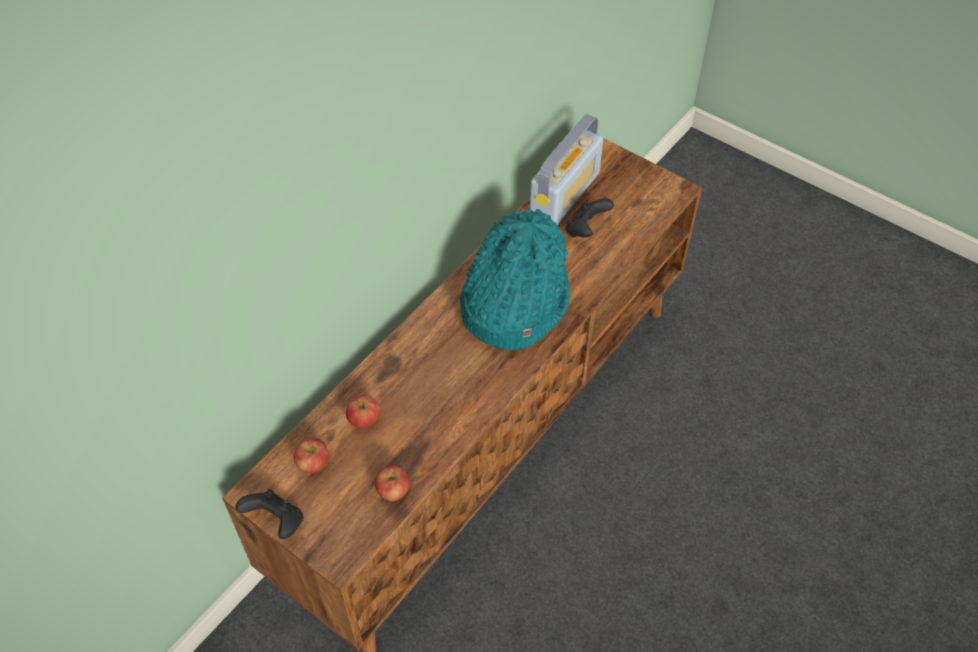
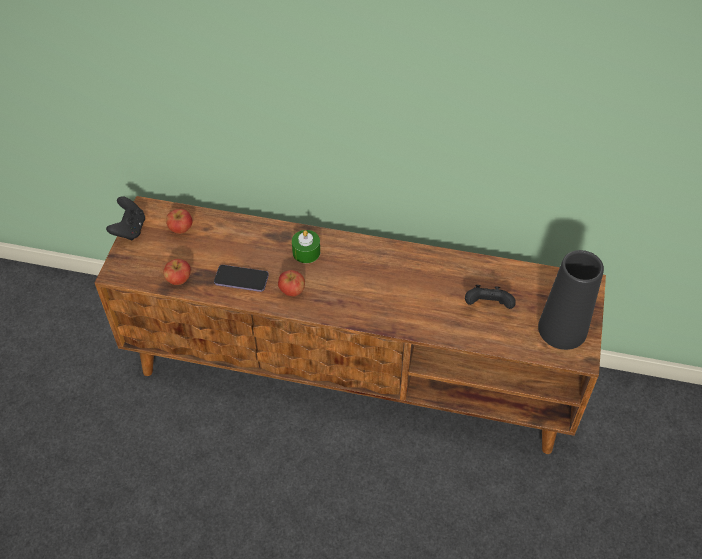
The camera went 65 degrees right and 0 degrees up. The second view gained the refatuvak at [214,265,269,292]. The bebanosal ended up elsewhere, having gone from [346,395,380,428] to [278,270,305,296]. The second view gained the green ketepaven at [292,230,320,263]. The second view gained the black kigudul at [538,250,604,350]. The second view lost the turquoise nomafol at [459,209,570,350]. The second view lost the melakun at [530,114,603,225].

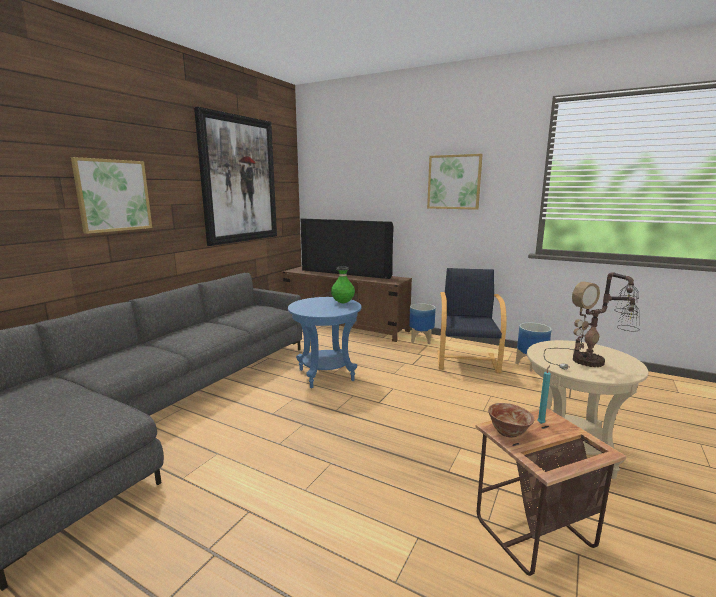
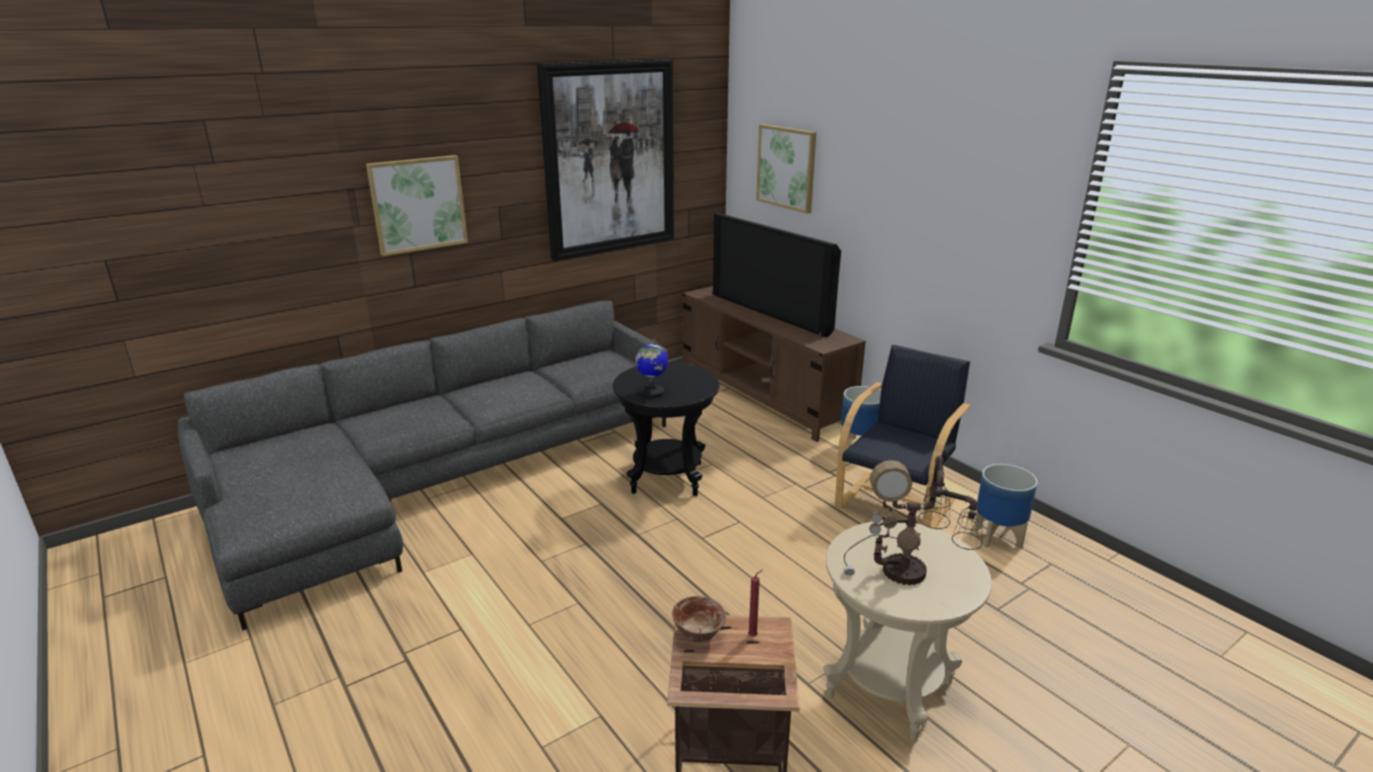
The camera went 25 degrees right and 10 degrees up. What was the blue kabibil at [288,297,361,388] turned into the black kabibil at [613,362,720,496]. The second view gained the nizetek at [635,339,668,398]. What was the turquoise ketepaven at [537,365,551,424] turned into the red ketepaven at [748,570,763,637]. The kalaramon ended up elsewhere, having gone from [427,154,483,210] to [756,124,816,214]. The second view lost the green kigudul at [331,267,355,303].

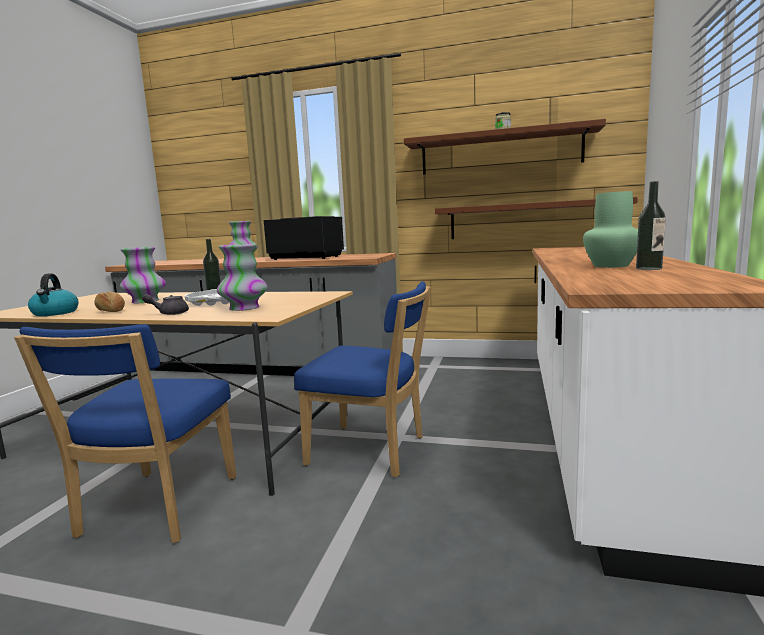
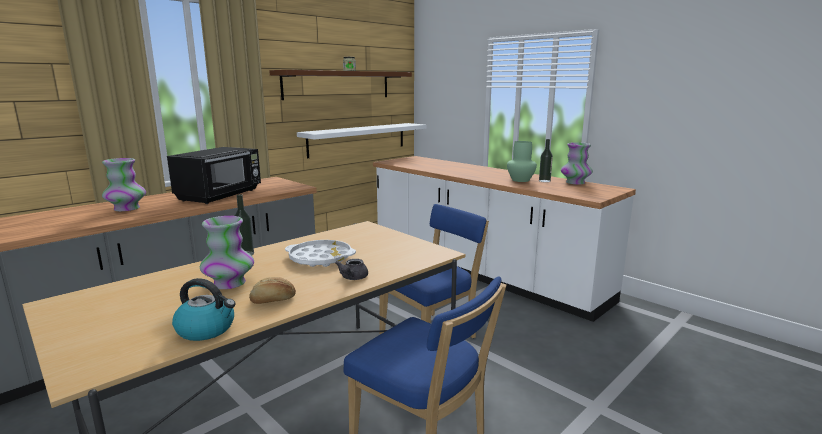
The camera went 60 degrees left and 5 degrees up. The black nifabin at [264,216,344,260] ended up facing another way, 150 degrees clockwise from before. What was the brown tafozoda at [435,197,638,239] turned into the white tafozoda at [297,123,427,158]. The kigudul ended up elsewhere, having gone from [217,243,268,311] to [561,142,593,185].

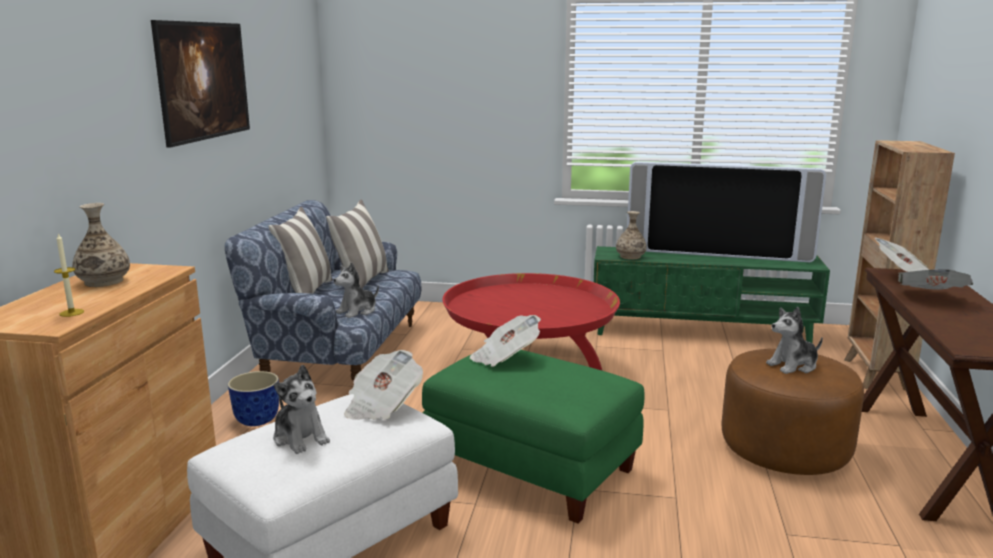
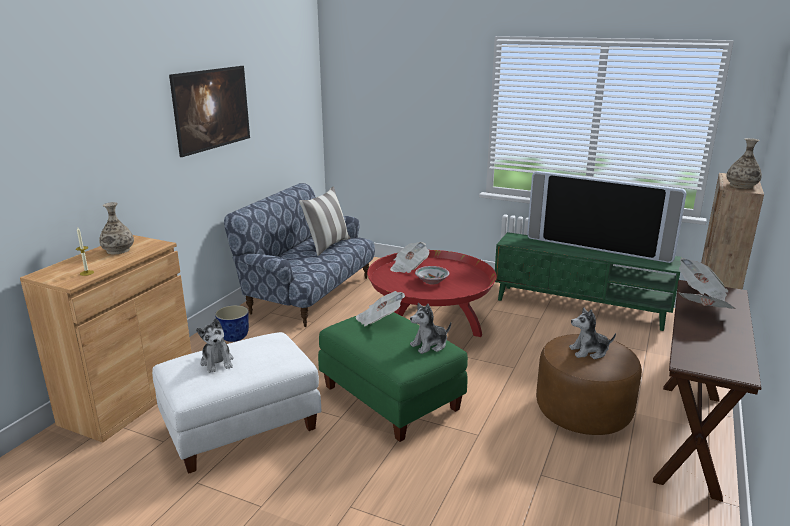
The camera went 15 degrees right and 5 degrees up. The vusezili ended up elsewhere, having gone from [344,350,423,420] to [390,242,429,273]. The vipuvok ended up elsewhere, having gone from [334,262,379,318] to [410,303,451,354]. The second view gained the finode at [415,266,449,284]. The kigudul ended up elsewhere, having gone from [616,211,647,259] to [726,138,762,189]. The second view lost the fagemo at [269,207,332,294].

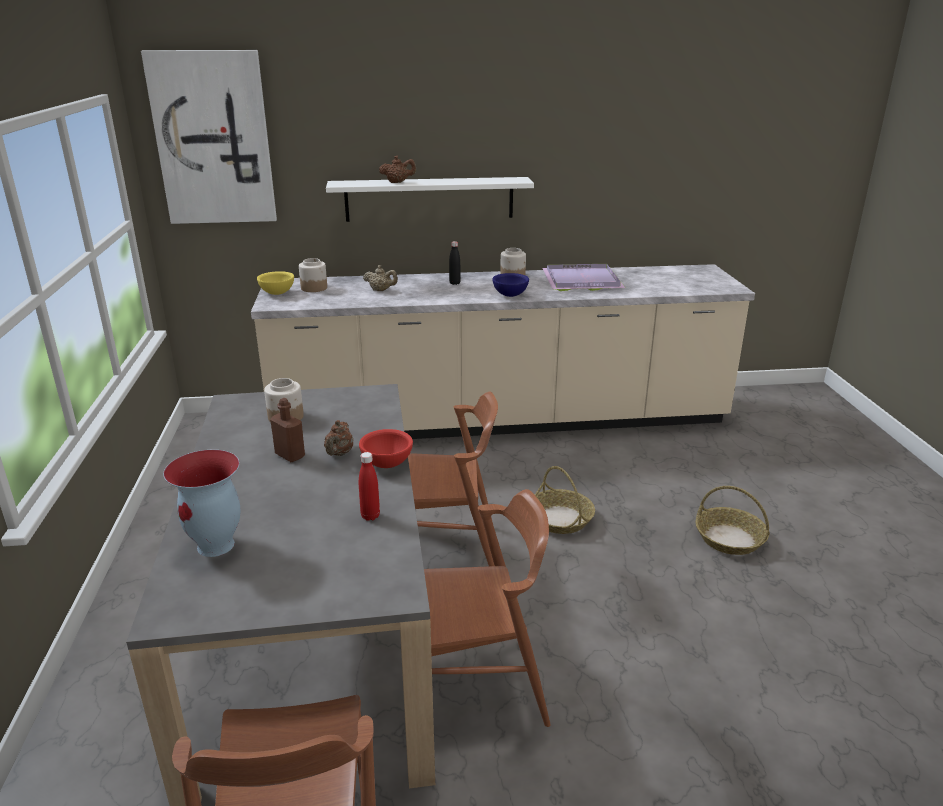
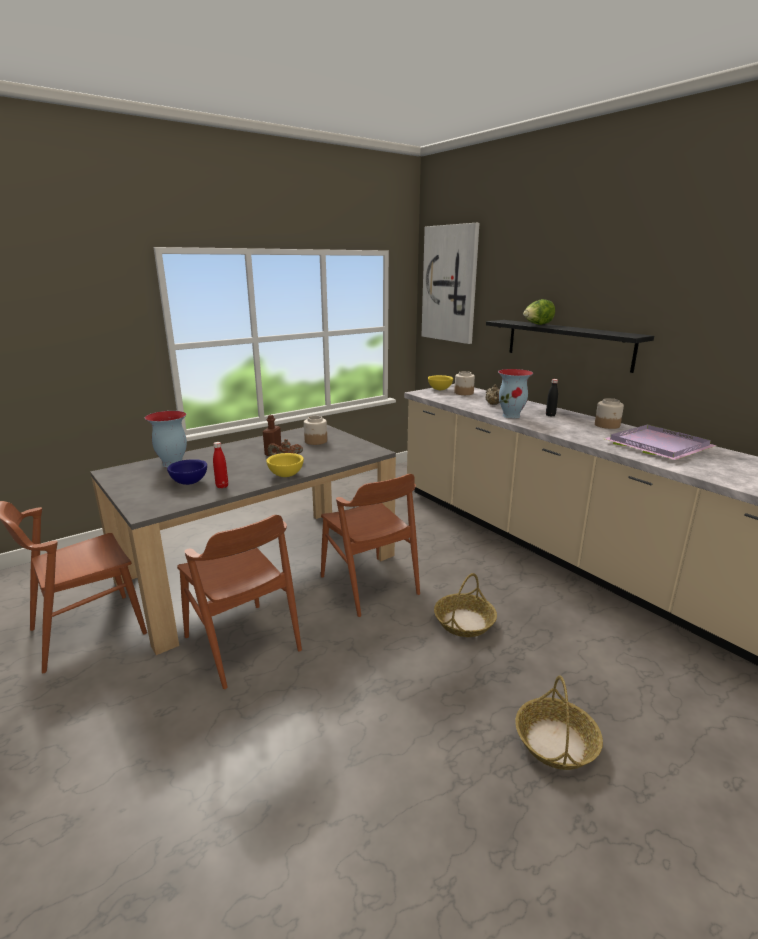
The camera went 60 degrees right and 5 degrees down. The blue finode ended up elsewhere, having gone from [492,273,529,297] to [167,459,207,485]. What was the red finode at [359,429,413,468] turned into the yellow finode at [266,453,304,477]. What was the white tafozoda at [326,177,534,222] turned into the black tafozoda at [486,320,654,373]. The second view gained the kigudul at [498,369,533,419]. Where the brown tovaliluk stood at [379,156,416,183], the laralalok came to stand at [523,299,555,325].

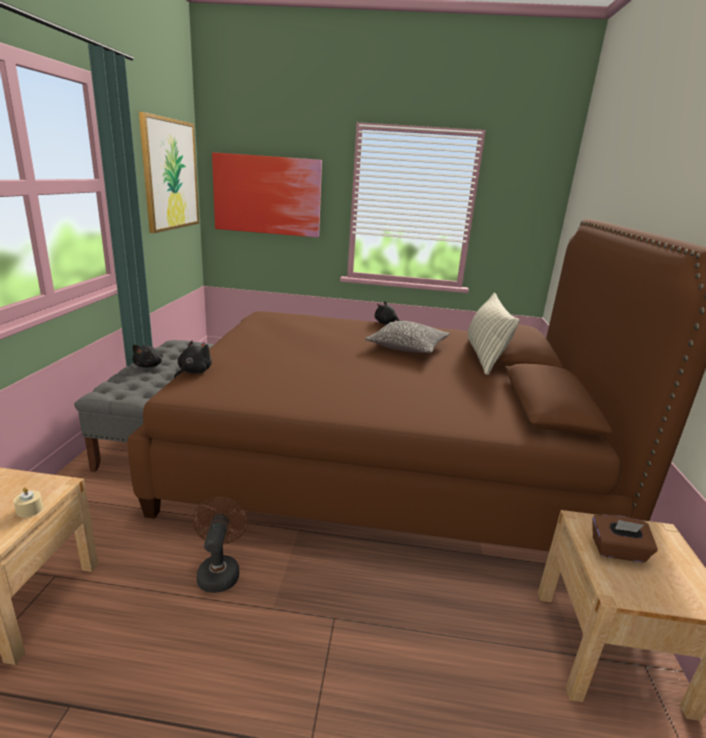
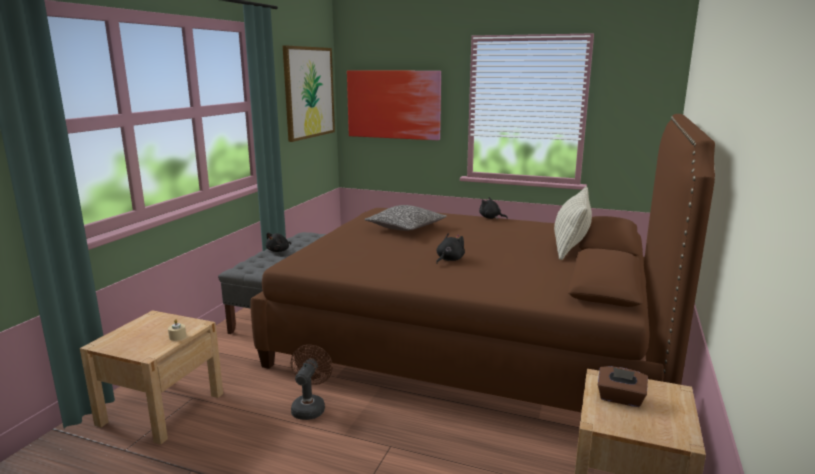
The camera went 15 degrees right and 5 degrees down. The fagemo ended up elsewhere, having gone from [365,321,450,353] to [365,205,447,231]. The black vipuvok ended up elsewhere, having gone from [174,341,212,379] to [436,233,465,264].

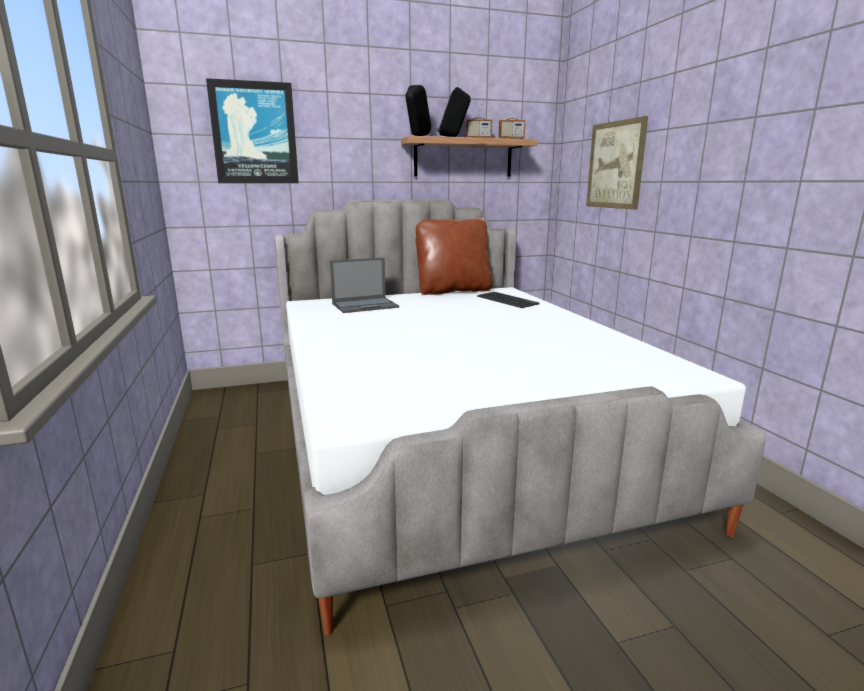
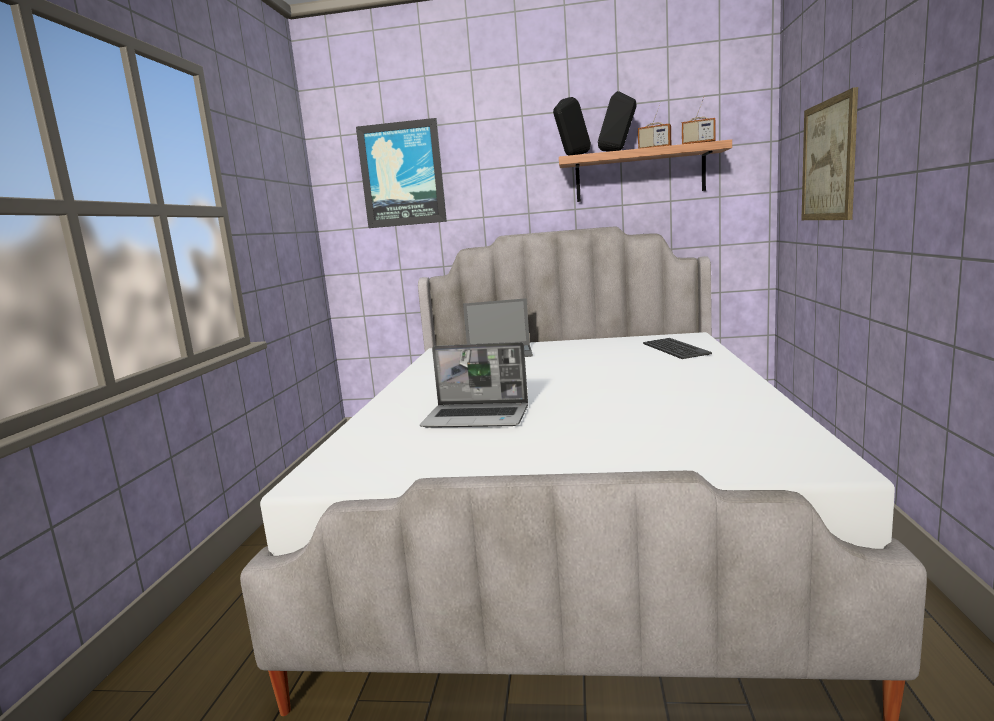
The camera went 25 degrees right and 5 degrees down. The second view gained the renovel at [420,342,528,428]. The second view lost the brown fagemo at [416,218,492,295].

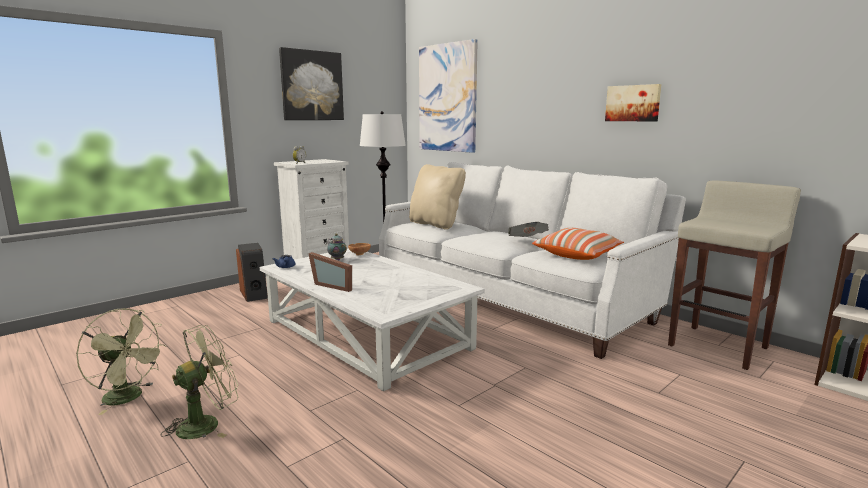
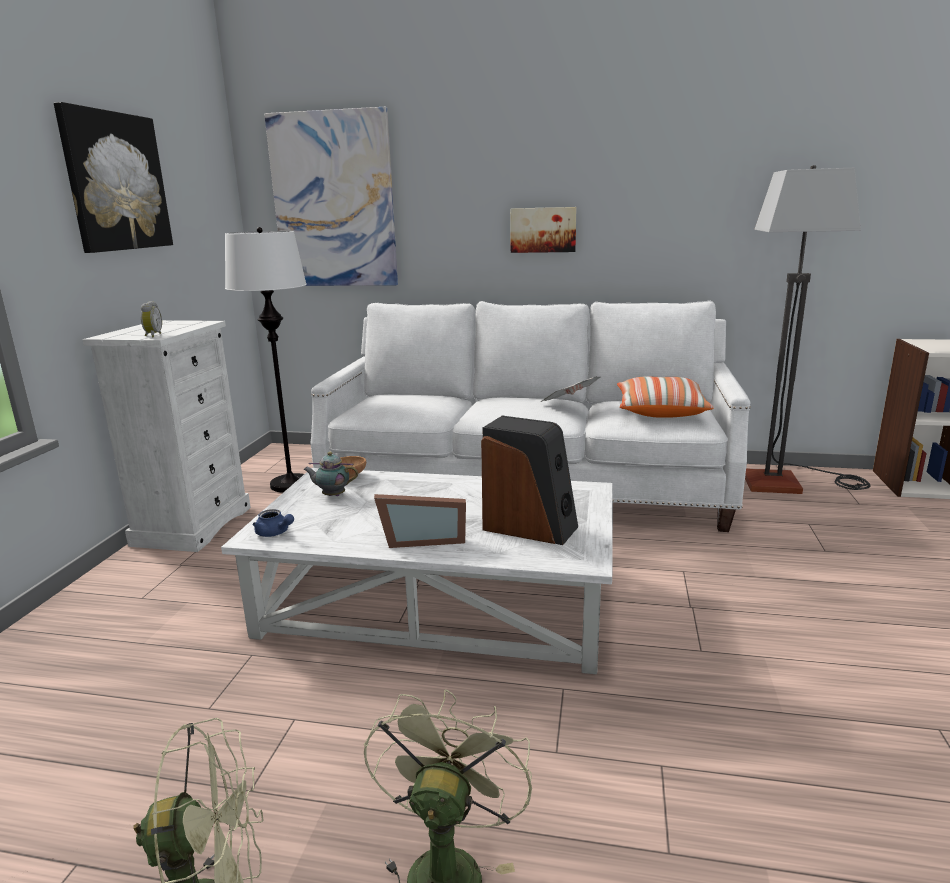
The camera went 35 degrees left and 5 degrees up. The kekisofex ended up elsewhere, having gone from [236,243,268,302] to [481,416,578,545]. The kalaramon ended up elsewhere, having gone from [605,84,662,121] to [510,207,577,253]. Where the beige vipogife stood at [668,180,801,370], the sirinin came to stand at [745,165,871,494]. The second view lost the beige fagemo at [409,164,466,230].

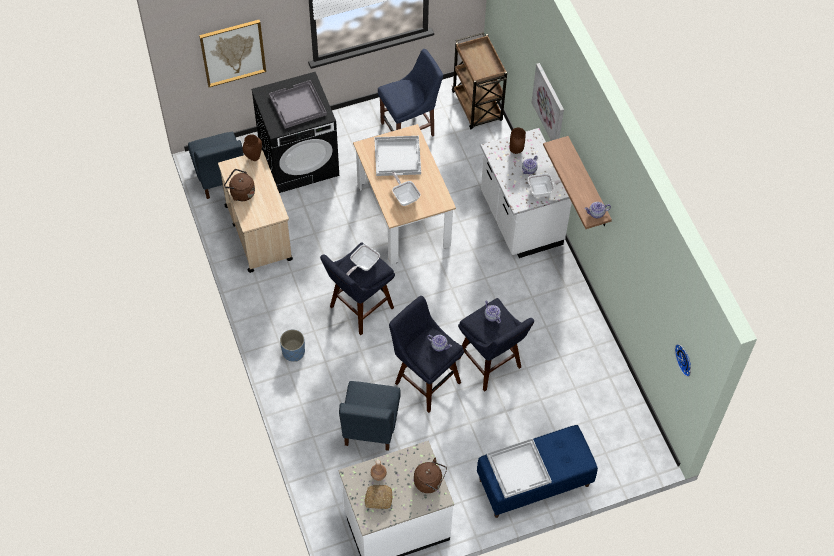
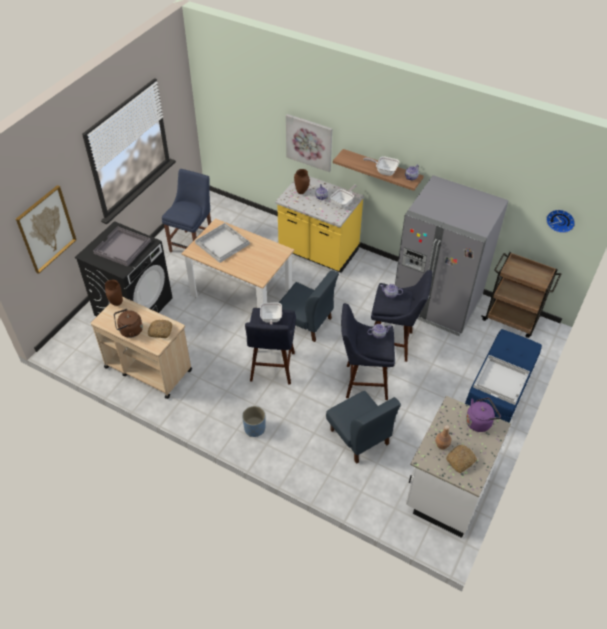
The camera went 40 degrees left and 10 degrees down. The second view gained the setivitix at [148,320,172,338]. What was the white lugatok at [481,128,572,258] turned into the yellow lugatok at [275,176,364,273]. The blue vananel ended up elsewhere, having gone from [188,132,243,199] to [279,270,339,342]. The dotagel ended up elsewhere, having gone from [392,172,420,206] to [363,156,399,176]. The second view gained the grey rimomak at [395,175,509,336]. What was the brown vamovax at [414,458,447,493] turned into the purple vamovax at [466,398,501,432]. The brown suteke ended up elsewhere, having gone from [452,32,507,129] to [481,252,561,338].

